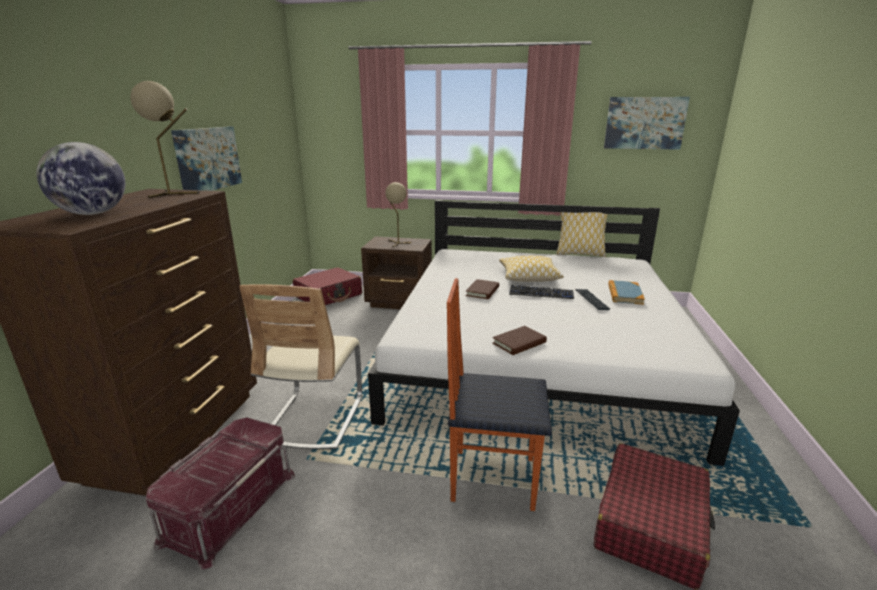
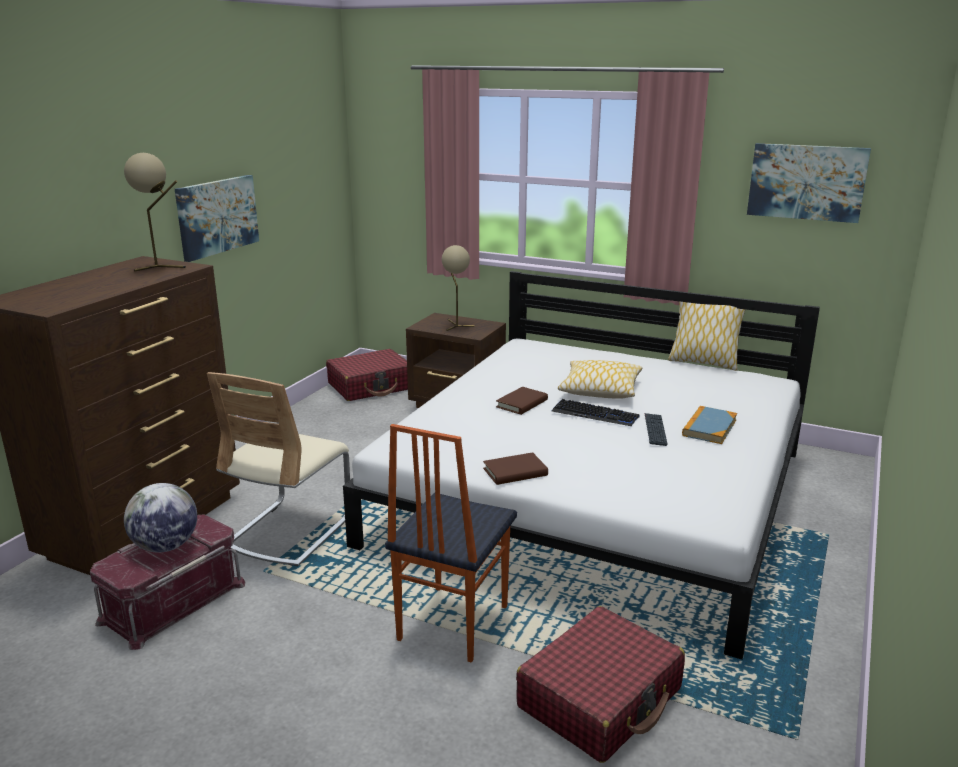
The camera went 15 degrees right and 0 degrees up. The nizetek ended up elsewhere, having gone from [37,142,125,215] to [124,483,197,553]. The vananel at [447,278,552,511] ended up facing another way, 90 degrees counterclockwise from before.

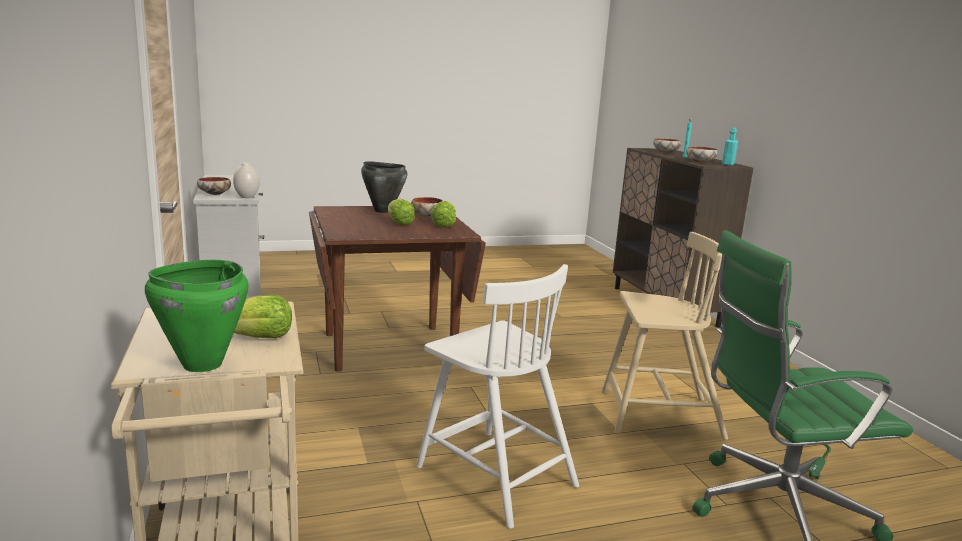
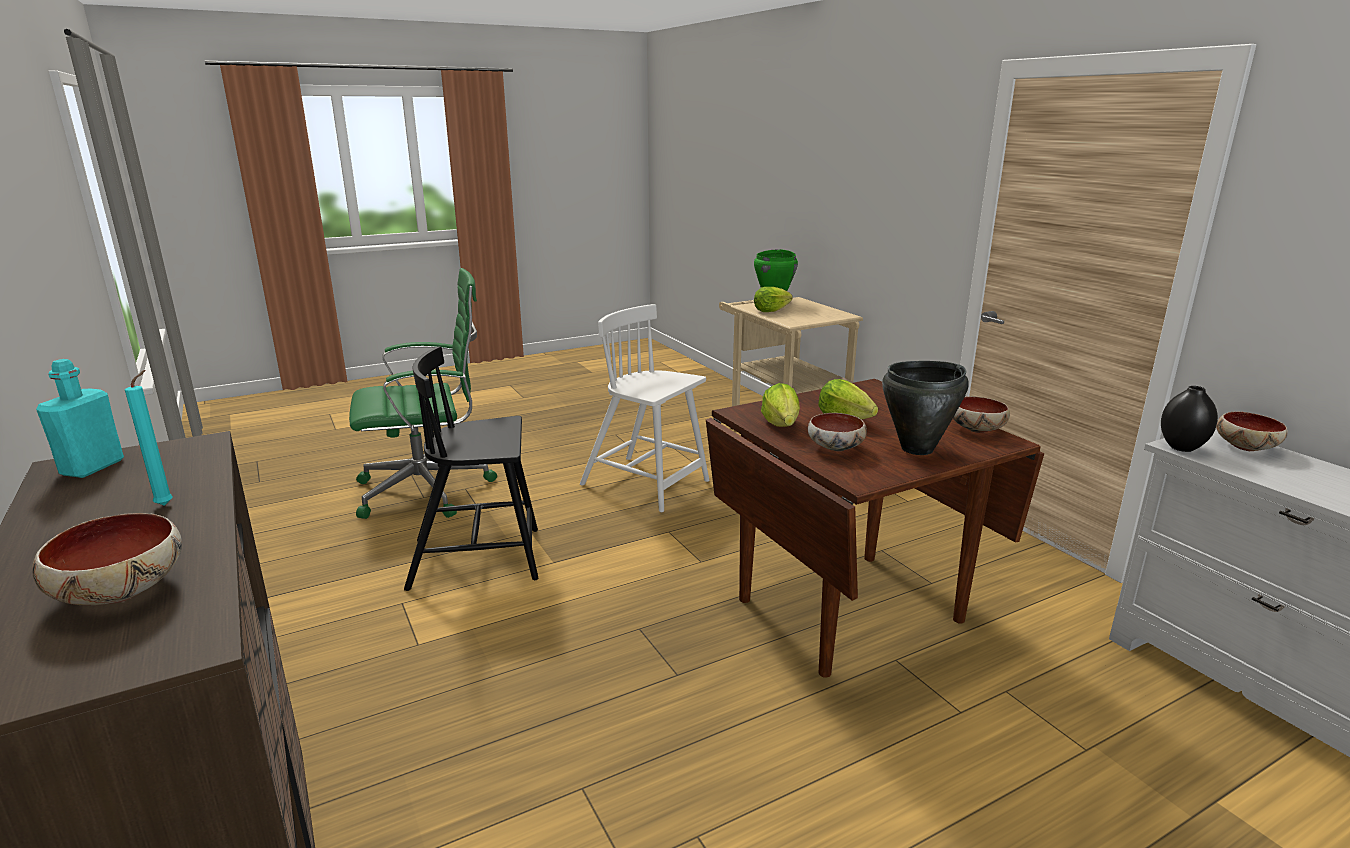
The camera went 170 degrees right and 5 degrees up. What was the beige vananel at [602,232,728,440] turned into the black vananel at [404,347,538,591]. The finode ended up elsewhere, having gone from [686,146,718,163] to [953,397,1010,433]. What was the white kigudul at [233,162,260,198] turned into the black kigudul at [1161,386,1218,452].

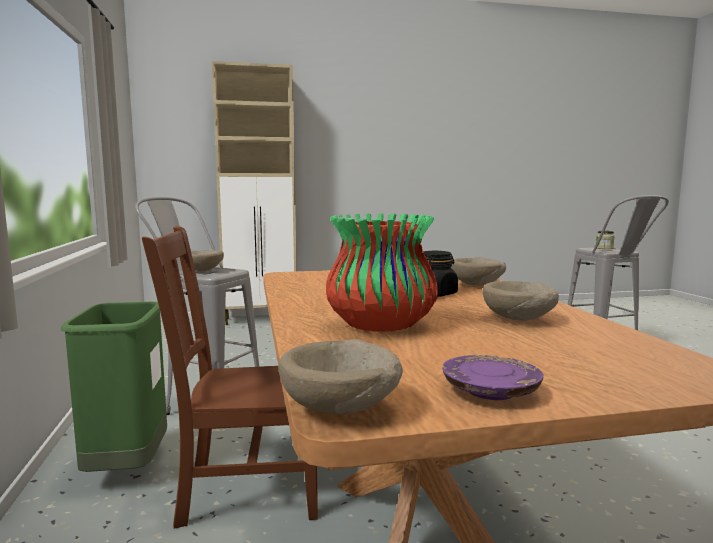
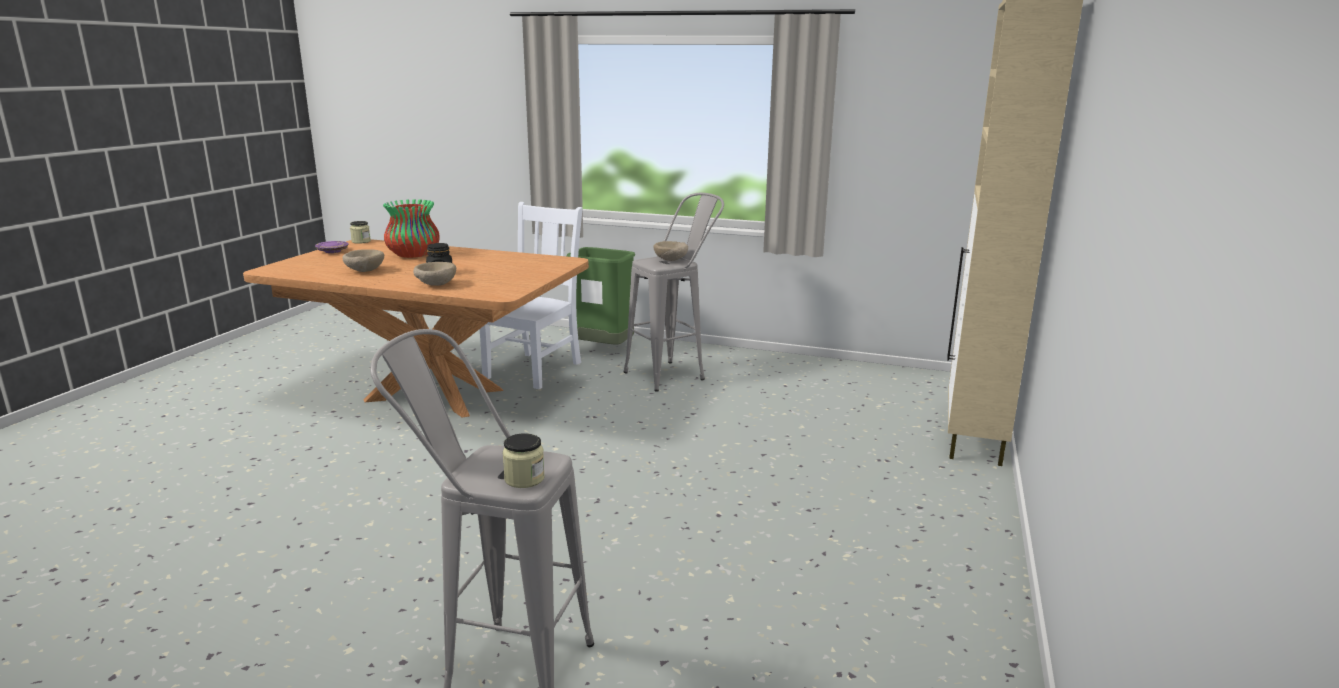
The camera went 120 degrees right and 10 degrees up. Where the beige finode stood at [279,339,403,414], the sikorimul came to stand at [350,221,371,244]. What was the brown vananel at [142,226,318,529] turned into the white vananel at [480,202,583,389].

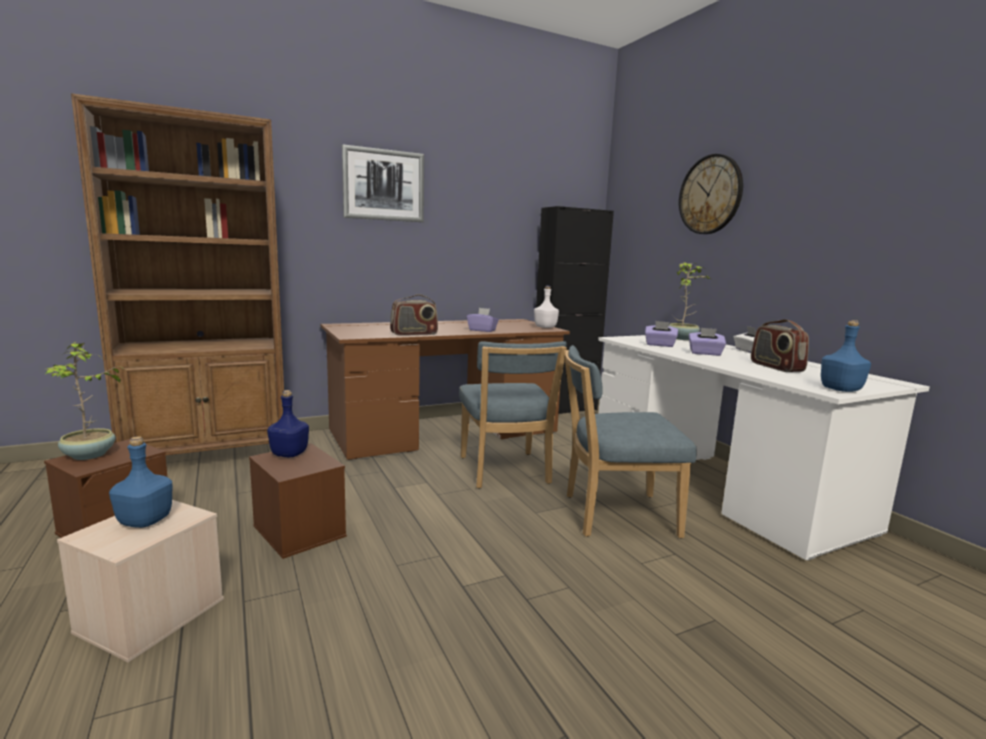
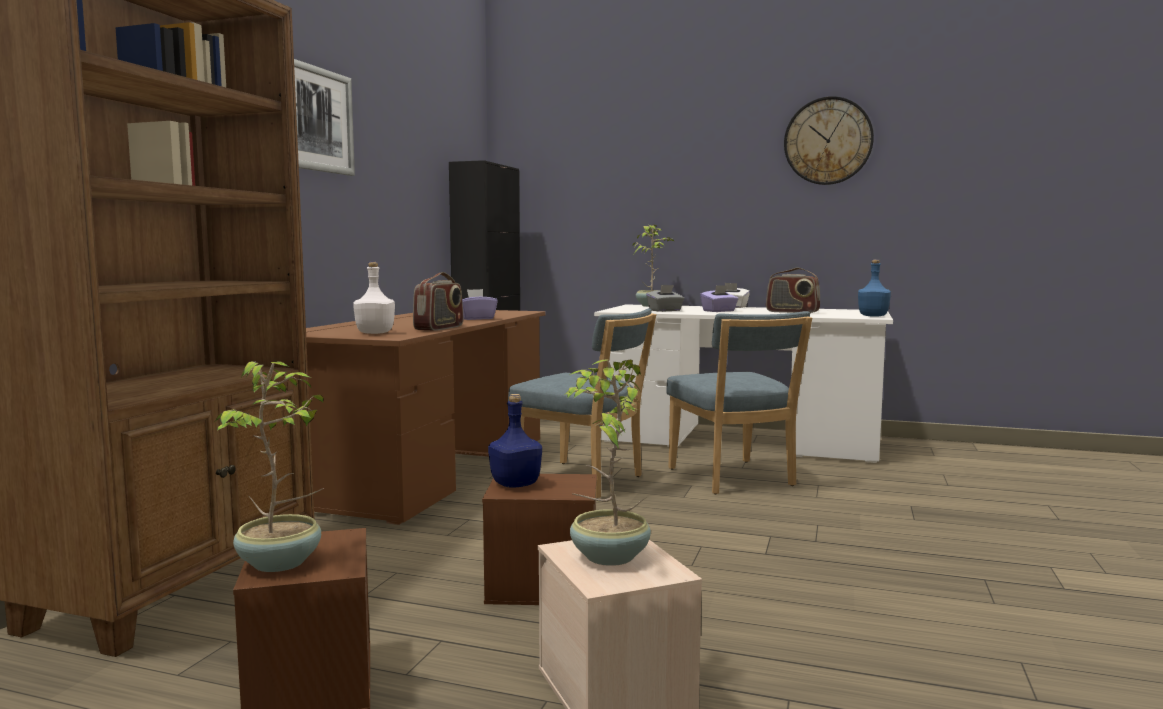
The camera went 45 degrees left and 5 degrees down. The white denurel ended up elsewhere, having gone from [534,286,559,328] to [353,261,395,334]. Where the blue denurel stood at [109,436,173,528], the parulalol came to stand at [564,359,651,566]. What was the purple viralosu at [645,321,678,347] turned into the grey viralosu at [646,285,684,312]. The blue vananel at [564,345,697,538] ended up facing another way, 60 degrees counterclockwise from before. The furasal ended up elsewhere, having gone from [679,154,743,234] to [784,96,874,185].

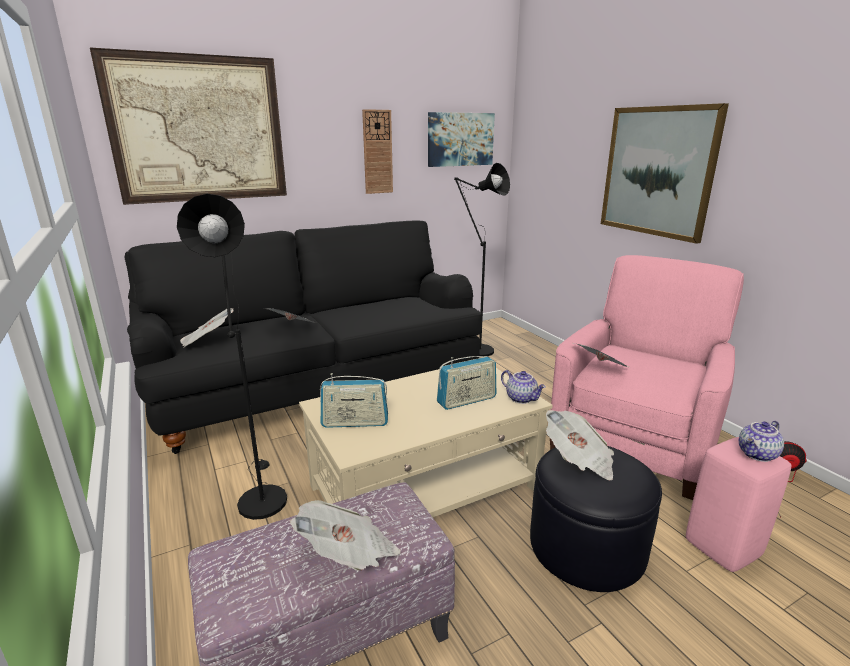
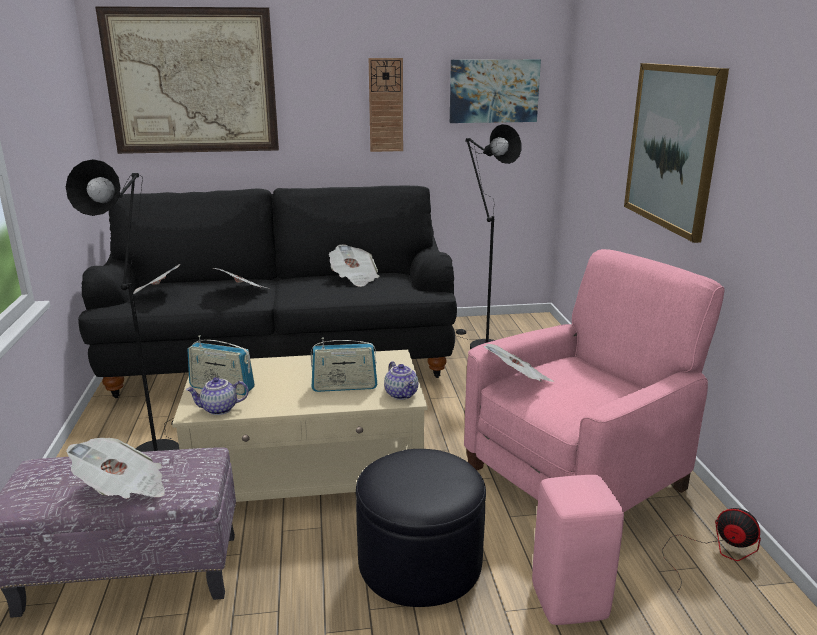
The camera went 20 degrees right and 0 degrees up. The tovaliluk ended up elsewhere, having gone from [739,421,784,462] to [186,377,248,415]. The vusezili ended up elsewhere, having gone from [546,410,614,480] to [329,244,380,287].

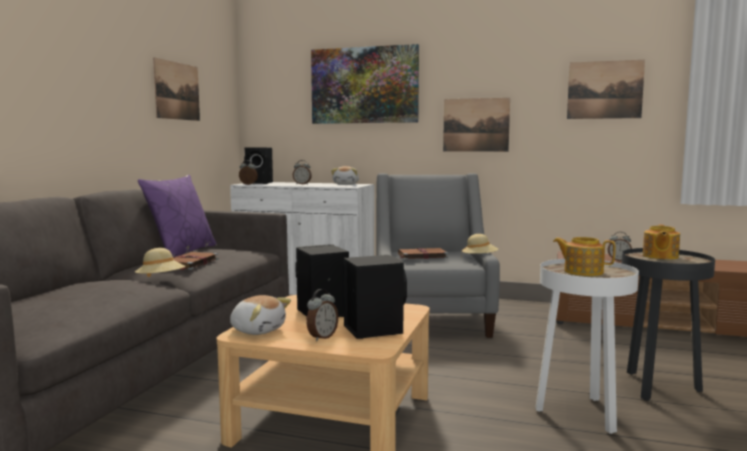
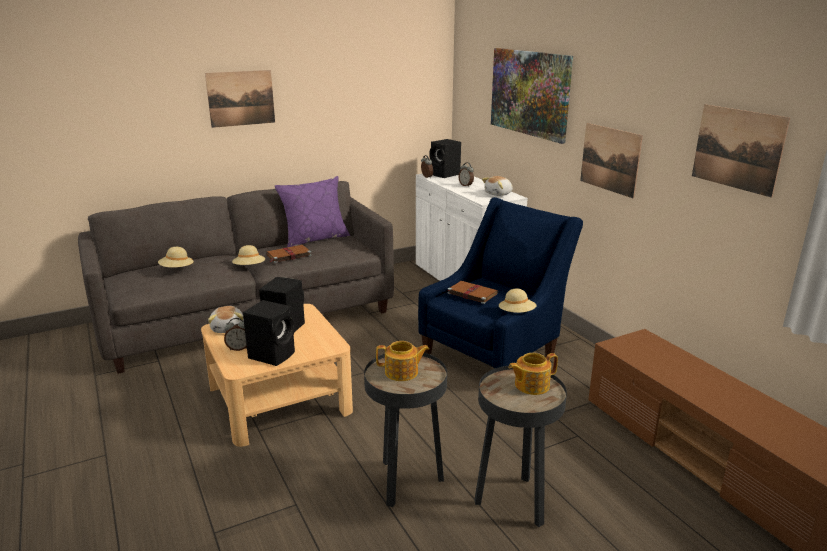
The camera went 45 degrees right and 15 degrees up. The second view gained the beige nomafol at [158,247,194,267]. The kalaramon ended up elsewhere, having gone from [153,58,200,121] to [205,70,275,128]. What was the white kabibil at [535,259,639,434] turned into the black kabibil at [364,353,447,507]. The tovaliluk at [553,237,616,276] ended up facing another way, 105 degrees clockwise from before. What was the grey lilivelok at [376,173,500,338] turned into the blue lilivelok at [418,197,583,368]. The second view lost the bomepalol at [608,232,632,261].

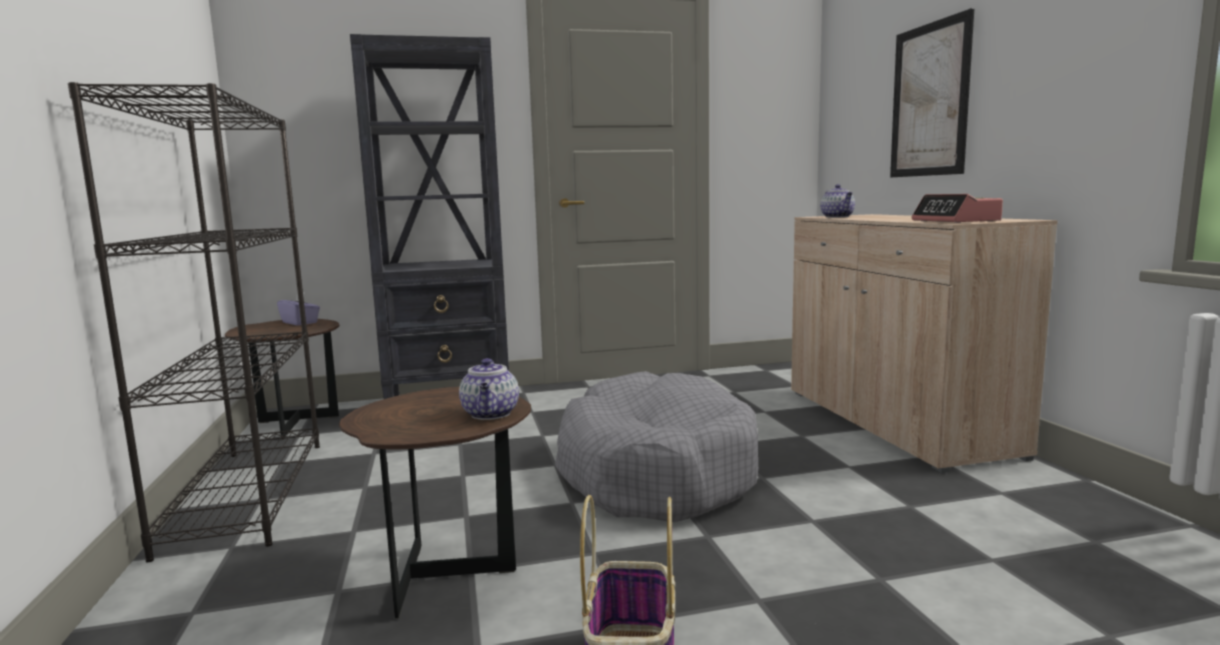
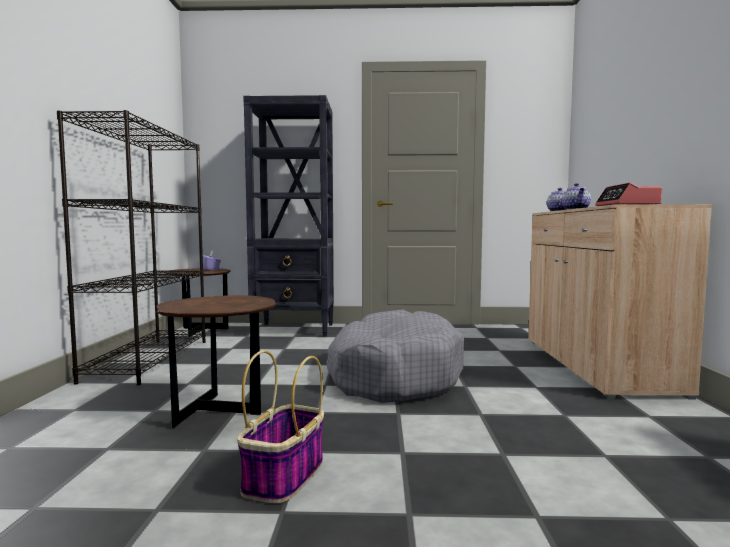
The camera went 15 degrees right and 5 degrees down. The tovaliluk ended up elsewhere, having gone from [459,358,519,420] to [562,183,591,210]. The second view lost the kalaramon at [890,8,975,177].

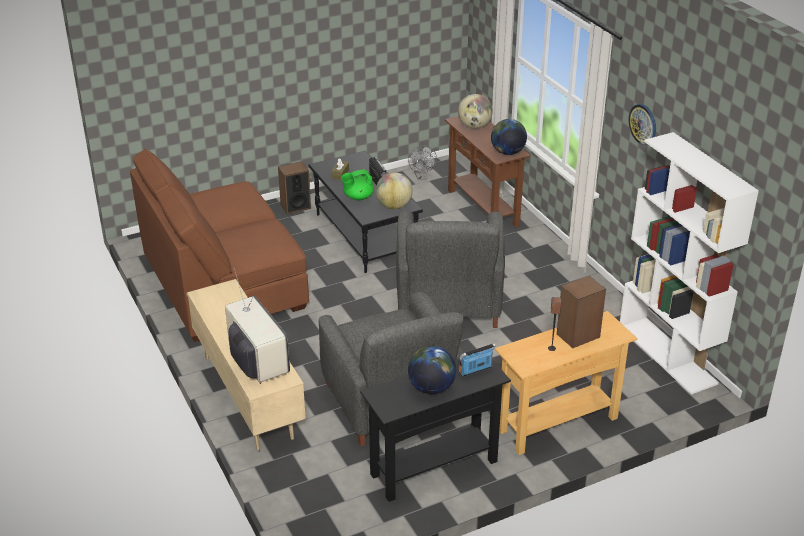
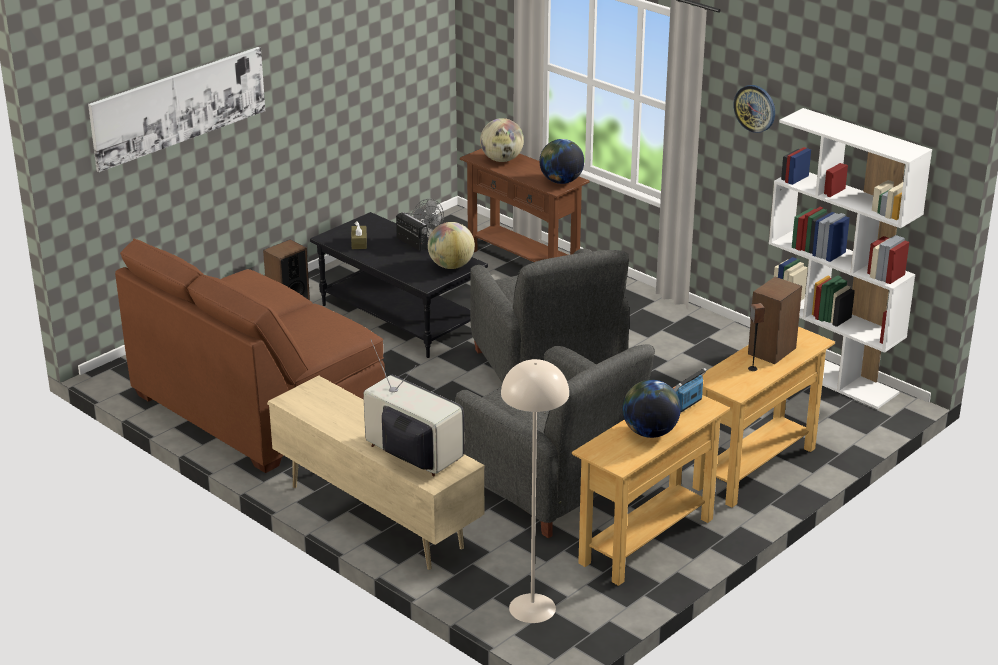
The camera went 20 degrees left and 5 degrees down. The second view gained the kalaramon at [88,47,265,172]. The second view gained the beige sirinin at [501,359,569,623]. What was the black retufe at [360,358,511,502] turned into the beige retufe at [572,395,730,586]. The second view lost the green tovaliluk at [341,169,374,201].

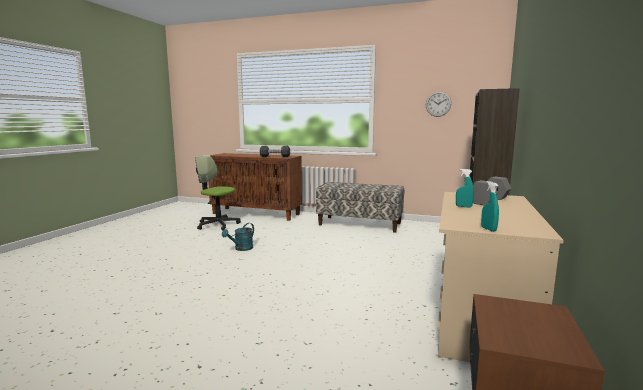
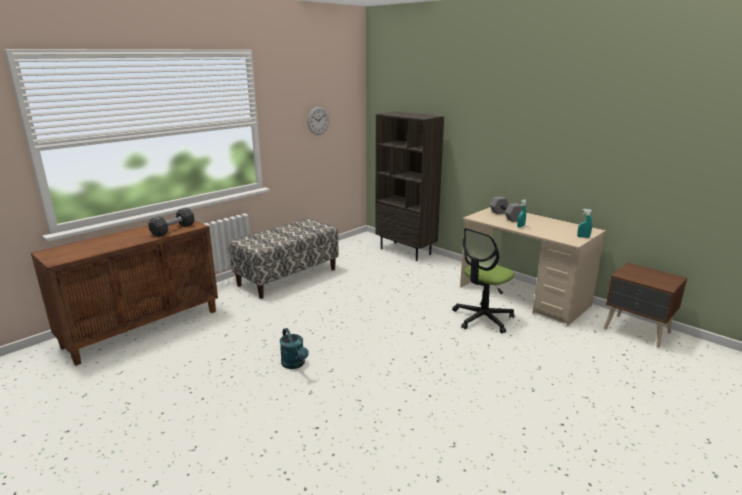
The camera went 65 degrees left and 10 degrees up. The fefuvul ended up elsewhere, having gone from [195,155,241,230] to [452,228,514,334].

